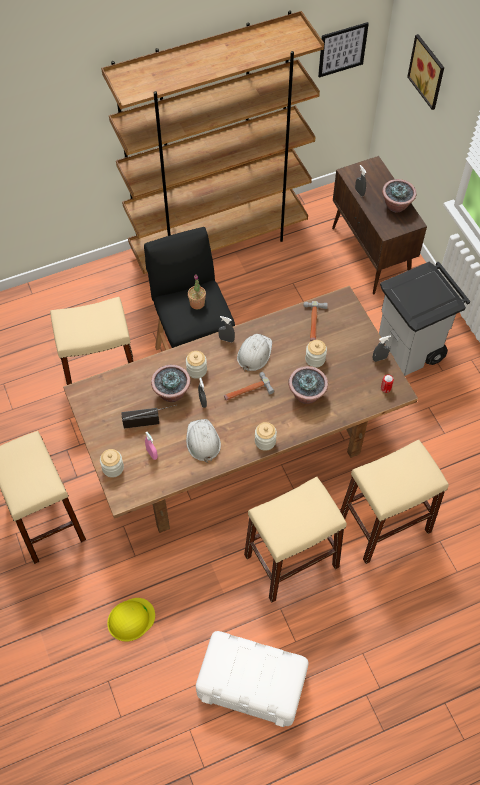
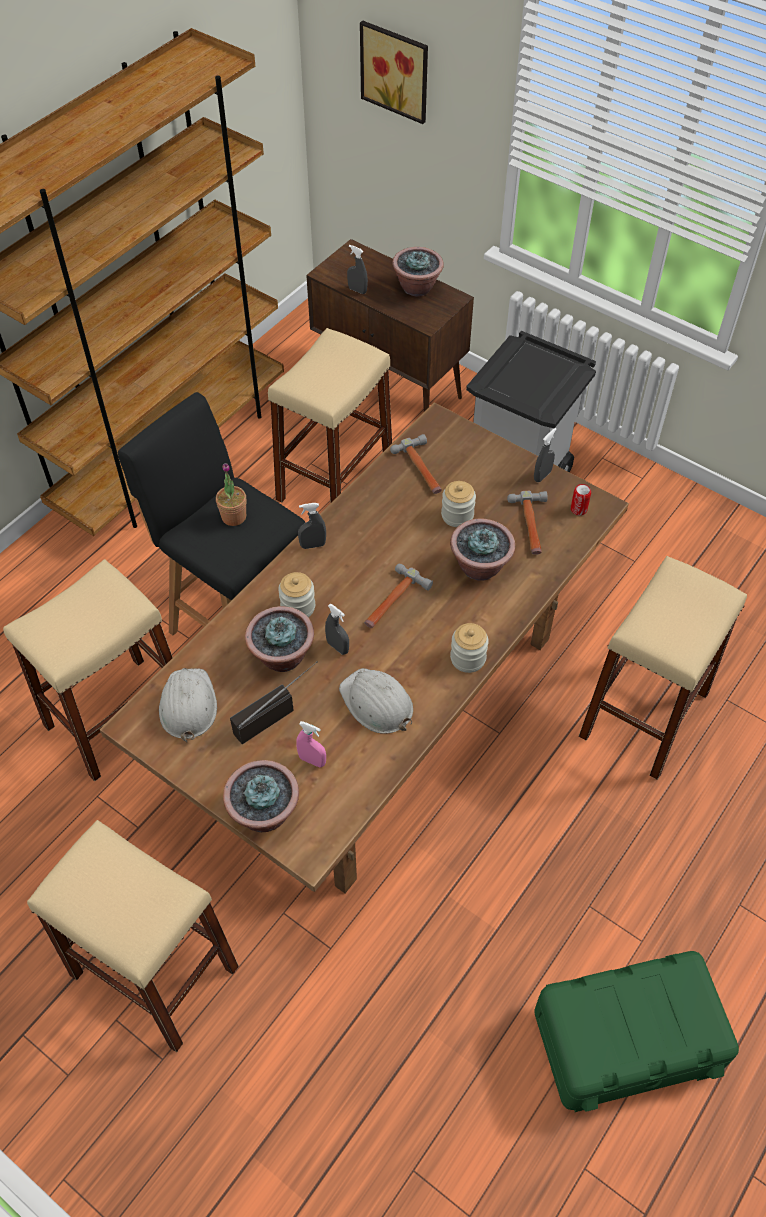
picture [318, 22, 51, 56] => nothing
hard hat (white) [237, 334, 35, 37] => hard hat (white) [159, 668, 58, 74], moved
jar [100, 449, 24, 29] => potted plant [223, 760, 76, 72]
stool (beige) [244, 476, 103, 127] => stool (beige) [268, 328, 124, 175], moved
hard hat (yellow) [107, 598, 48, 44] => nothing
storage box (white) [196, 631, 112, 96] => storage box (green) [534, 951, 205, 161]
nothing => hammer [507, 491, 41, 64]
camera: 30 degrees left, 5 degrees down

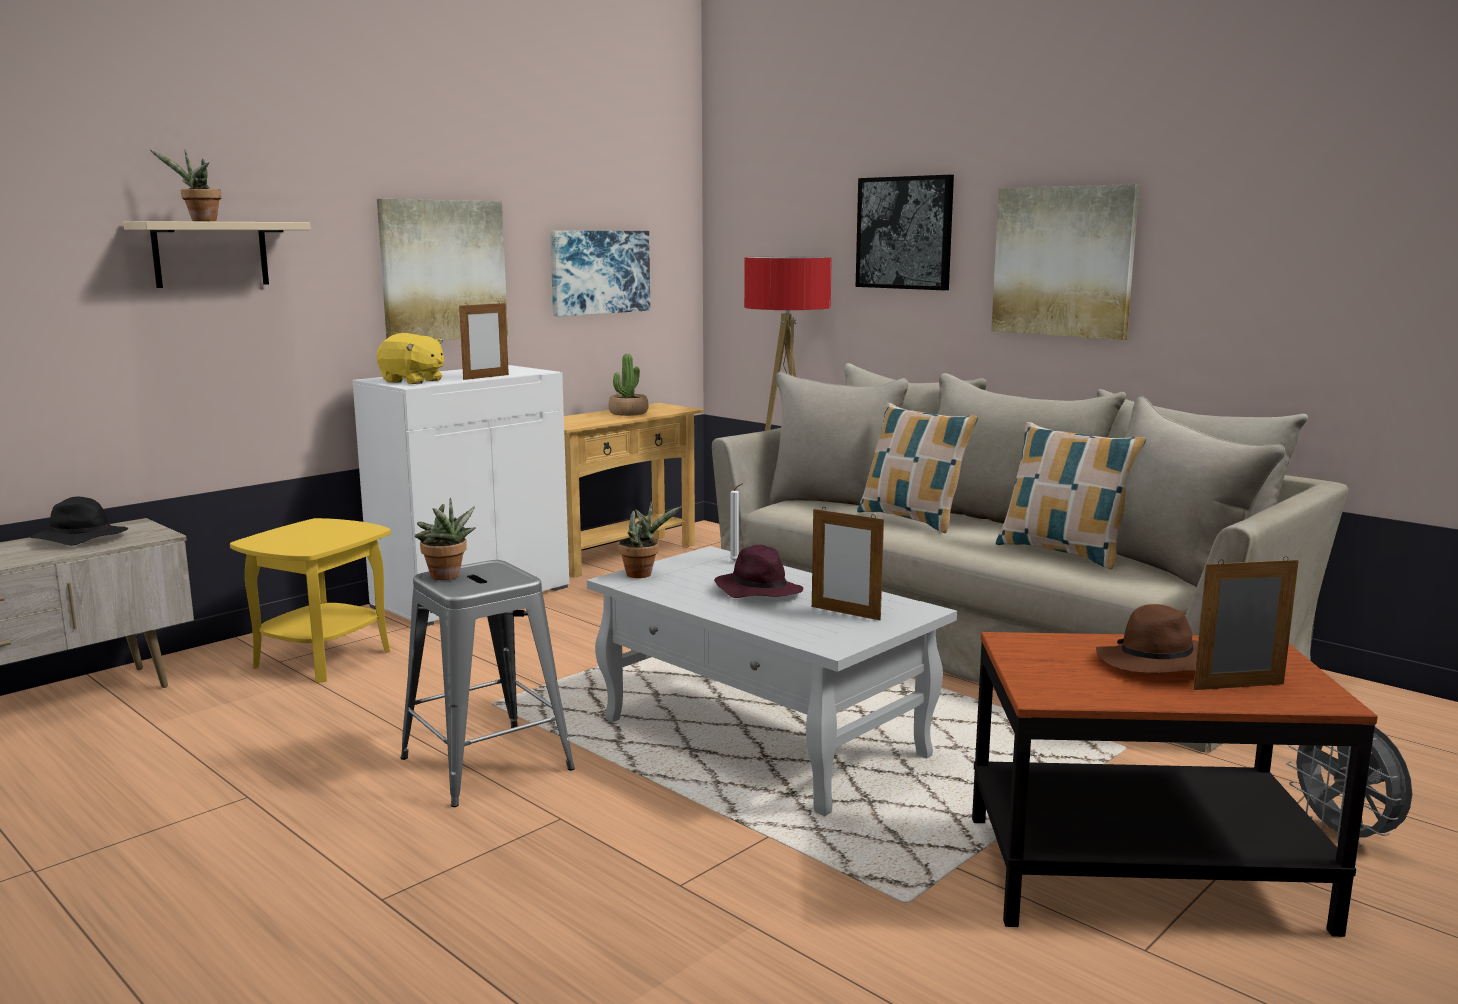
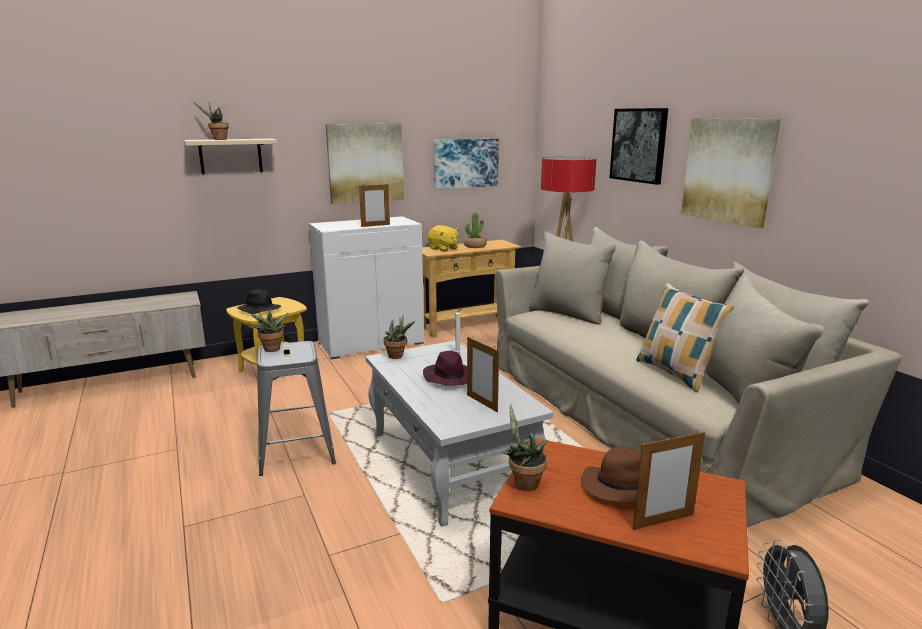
plush toy (yellow) [376, 333, 68, 51] => plush toy (yellow) [428, 225, 31, 26], moved
pillow [857, 403, 122, 130] => nothing
hat (black) [30, 497, 98, 49] => hat (black) [237, 289, 44, 26], moved
picture frame [1193, 556, 106, 134] => picture frame [633, 430, 72, 100], 150 degrees clockwise
nothing => potted plant [502, 404, 46, 87]
camera: 20 degrees right, 5 degrees up

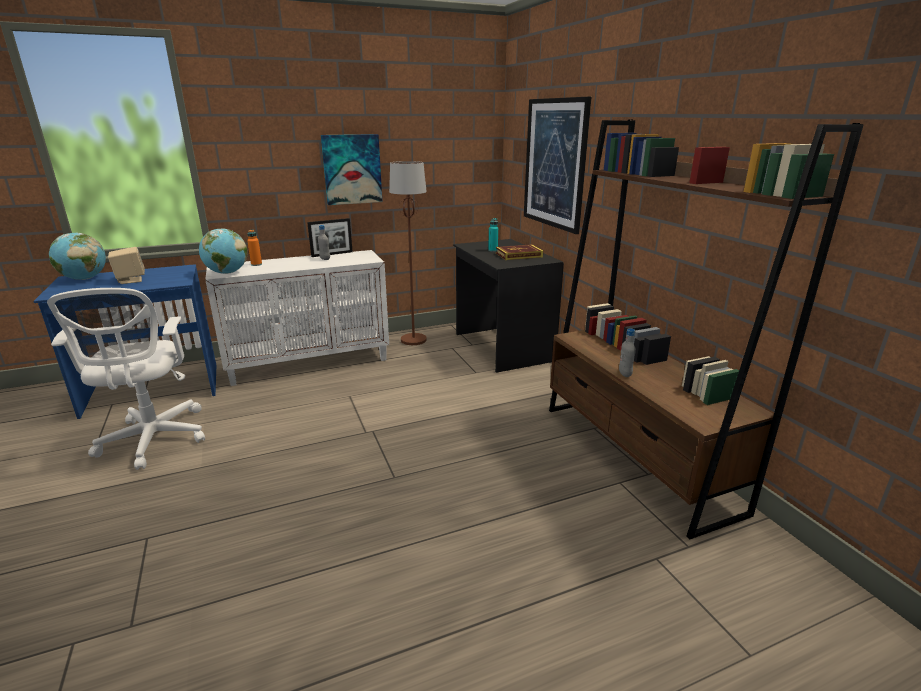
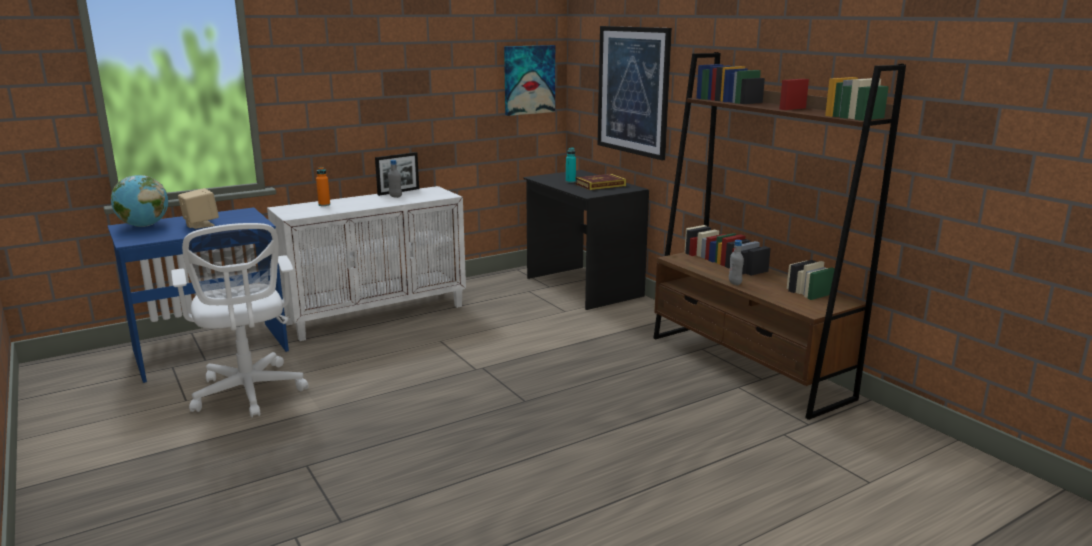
picture [321, 134, 61, 71] => picture [504, 45, 51, 71], moved
floor lamp (brown) [389, 161, 38, 184] => nothing
globe [199, 228, 48, 46] => nothing
camera: 10 degrees left, 5 degrees down

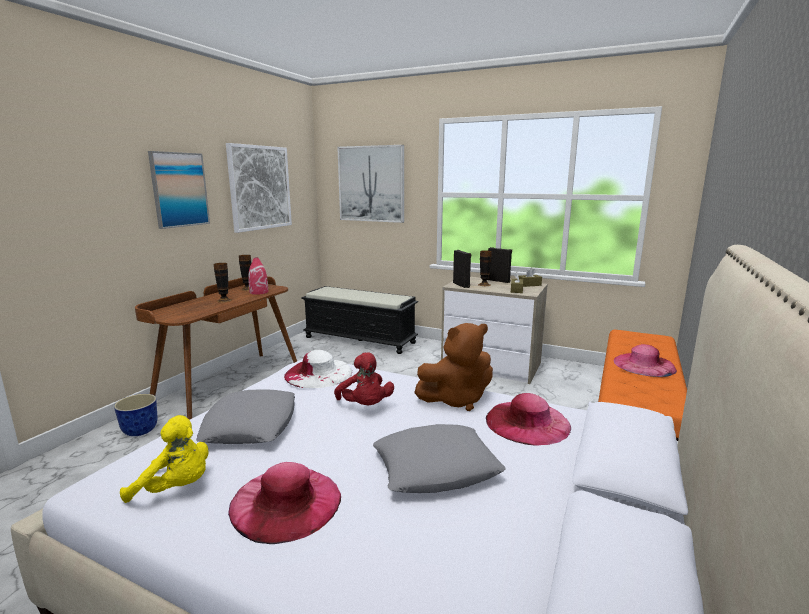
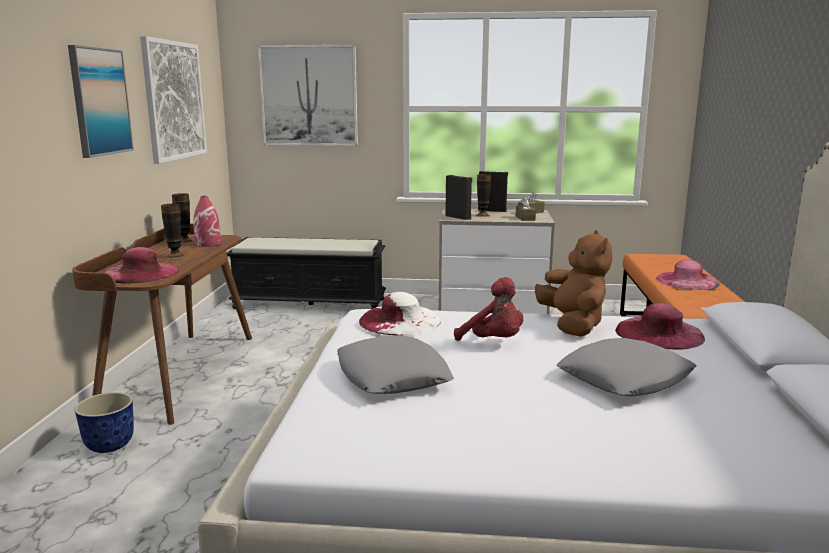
plush toy (brown) [414, 323, 79, 88] => plush toy (brown) [535, 230, 77, 107], 60 degrees counterclockwise
plush toy (yellow) [120, 415, 89, 88] => nothing
hat (pink) [228, 462, 113, 82] => hat (pink) [103, 247, 76, 36], moved
camera: 20 degrees left, 0 degrees up

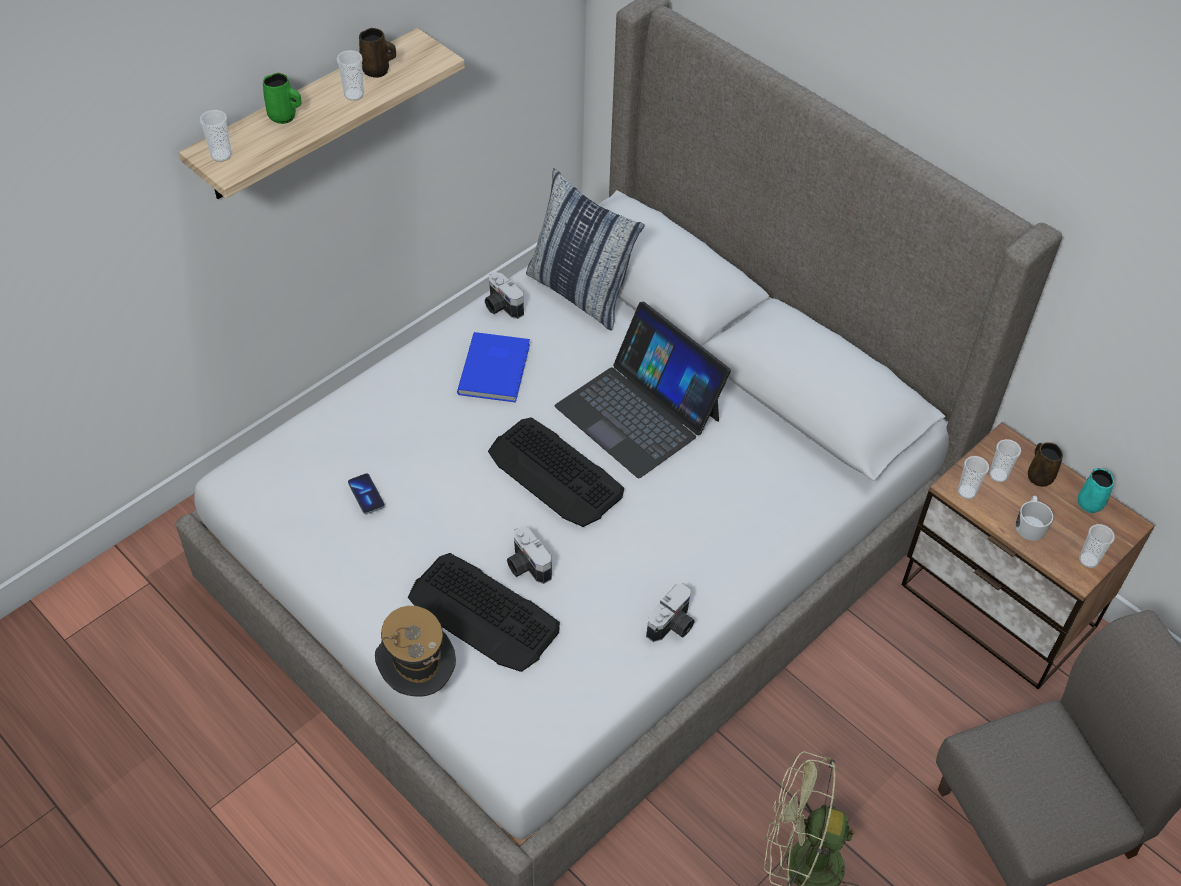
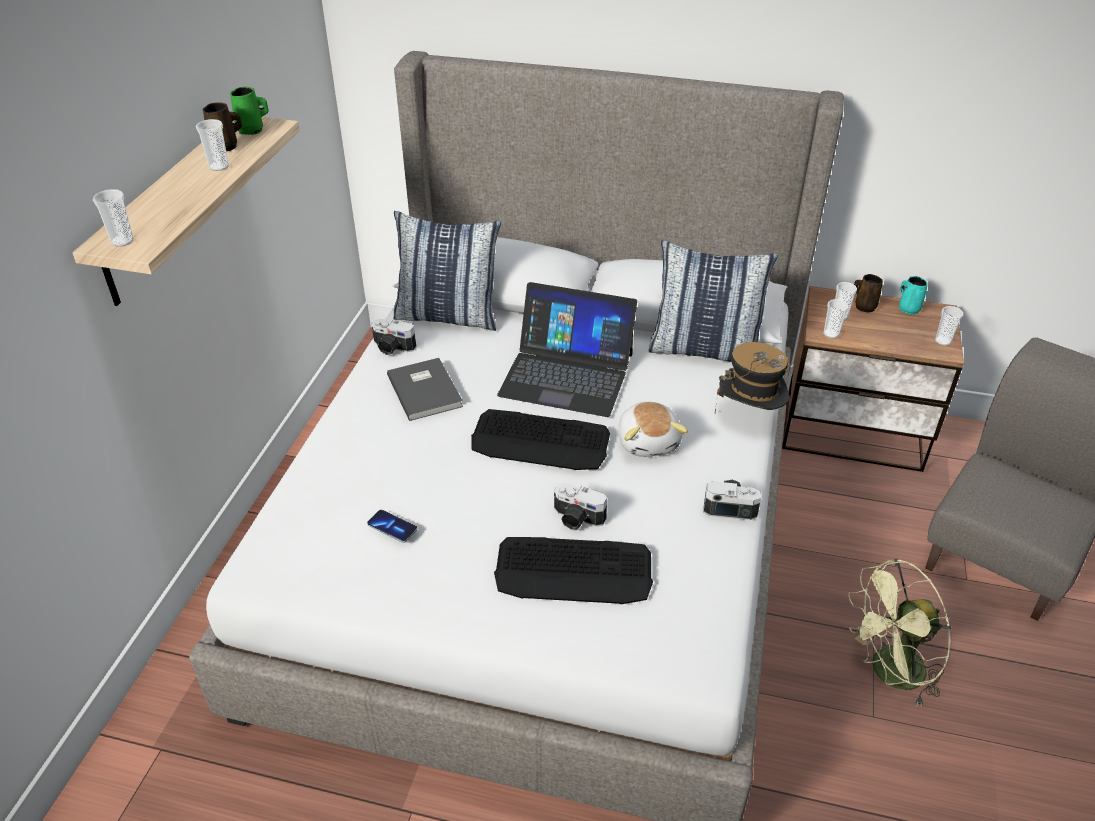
mug (green) [263, 73, 39, 51] => mug (green) [230, 87, 39, 48], moved
book (blue) [457, 332, 73, 70] => book (grey) [387, 358, 76, 63]
mug (white) [1015, 496, 38, 45] => nothing
photo camera [646, 583, 49, 59] => photo camera [704, 479, 57, 41], 90 degrees counterclockwise
hat [375, 606, 81, 91] => hat [715, 342, 77, 71], moved
nothing => pillow [649, 240, 129, 122]
nothing => plush toy [618, 402, 70, 55]
camera: 30 degrees left, 10 degrees down

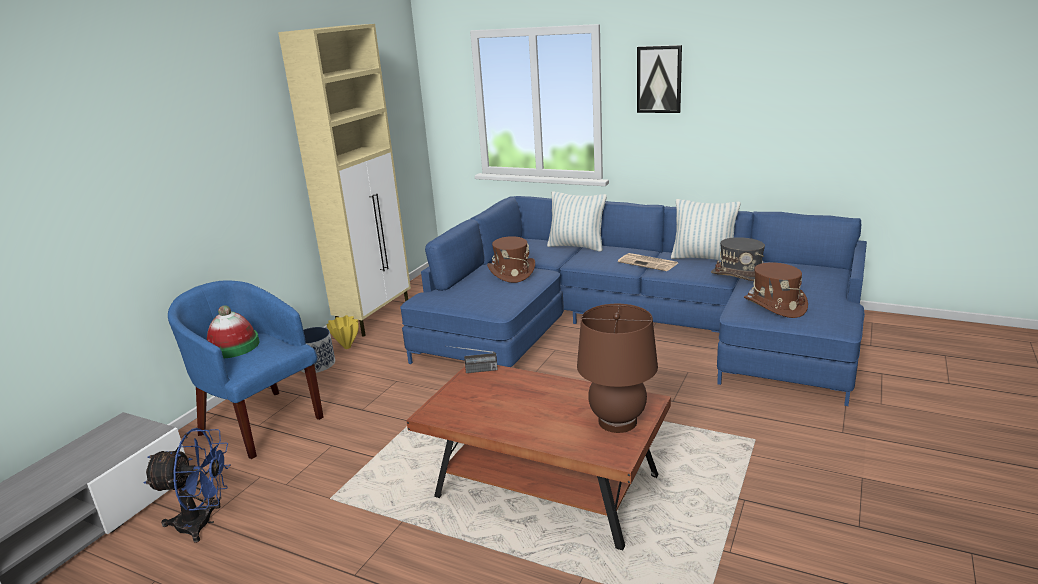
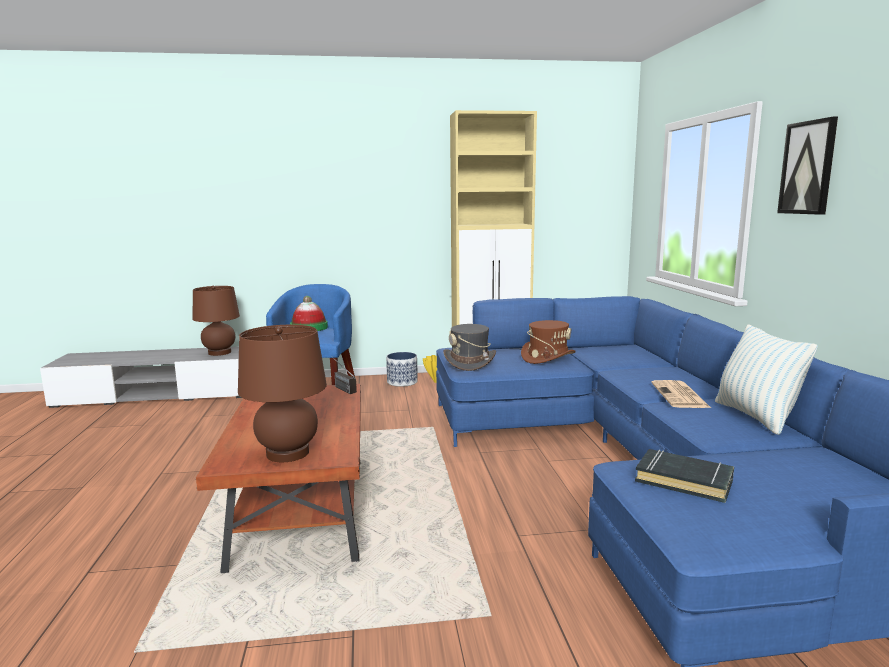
pillow [547, 191, 60, 61] => nothing
hat (grey) [711, 237, 54, 44] => hat (grey) [444, 324, 52, 47], moved
hat (brown) [744, 262, 64, 56] => book (black) [635, 449, 99, 54]
fan (blue) [143, 428, 87, 115] => nothing
nothing => table lamp (brown) [192, 286, 48, 70]
camera: 55 degrees right, 10 degrees down

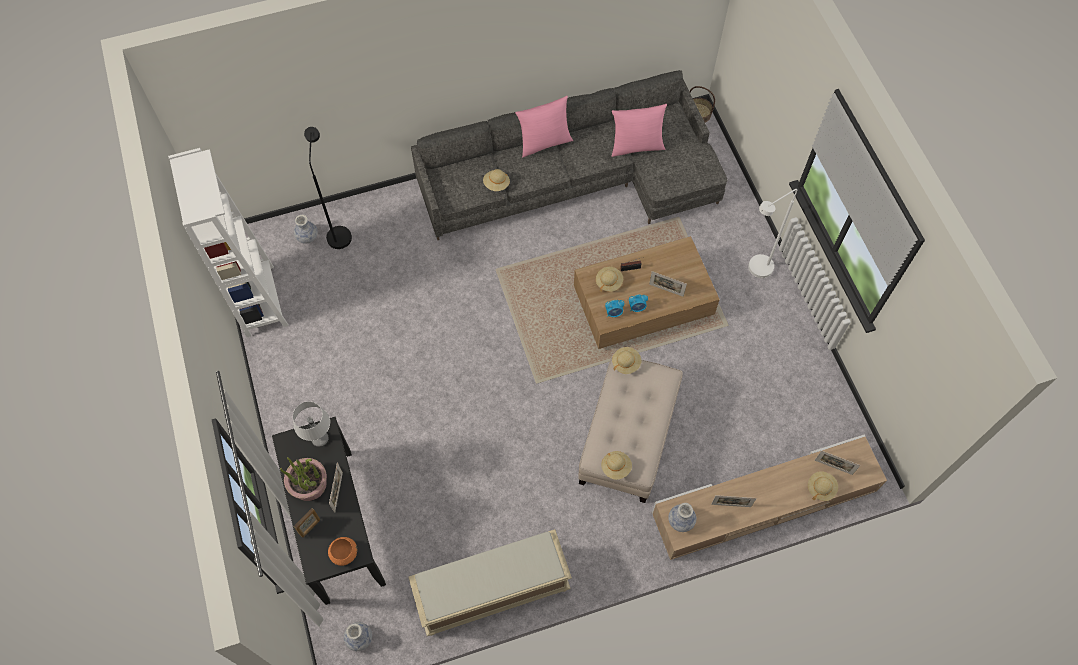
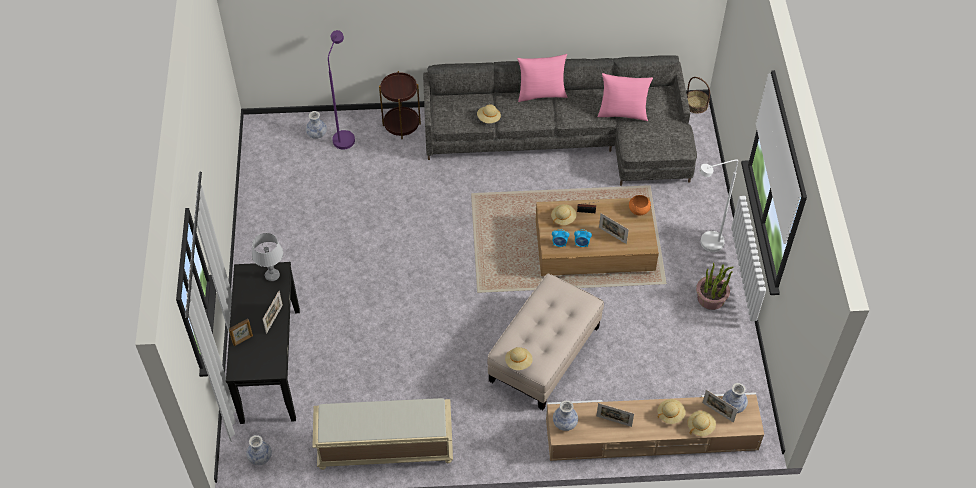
floor lamp (black) [304, 127, 48, 122] => floor lamp (purple) [328, 30, 27, 120]
bookcase (white) [168, 148, 120, 189] => nothing
hat (beige) [612, 347, 29, 27] => hat (beige) [657, 399, 29, 25], moved
potted plant [280, 457, 47, 44] => potted plant [696, 263, 38, 47], moved
bowl (orange) [328, 537, 29, 29] => bowl (orange) [629, 195, 22, 20], moved
nothing => side table (brown) [379, 71, 42, 68]
nothing => vase [722, 383, 26, 30]
camera: 15 degrees right, 10 degrees down

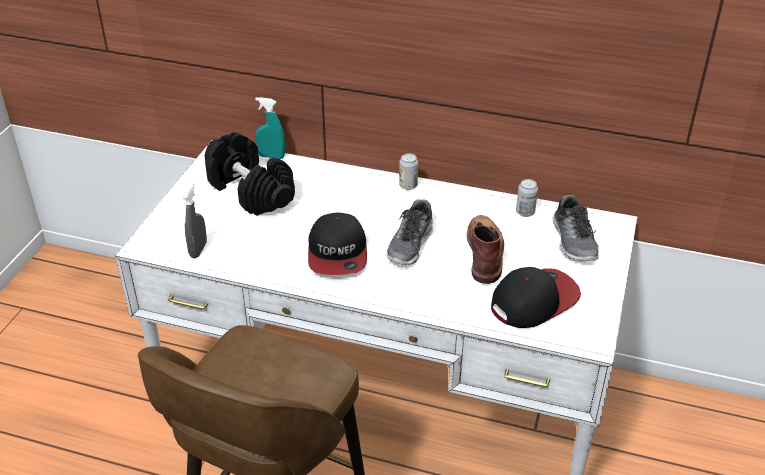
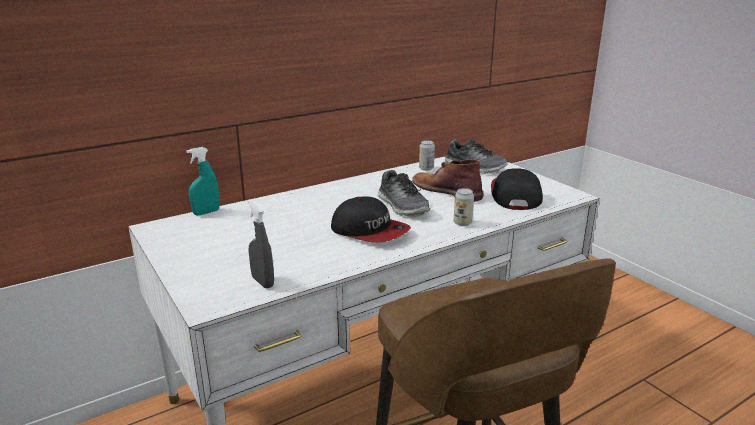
dumbbell (black) [205, 132, 90, 84] => nothing
can [399, 153, 19, 37] => can [454, 188, 20, 38], moved
camera: 50 degrees left, 15 degrees down

